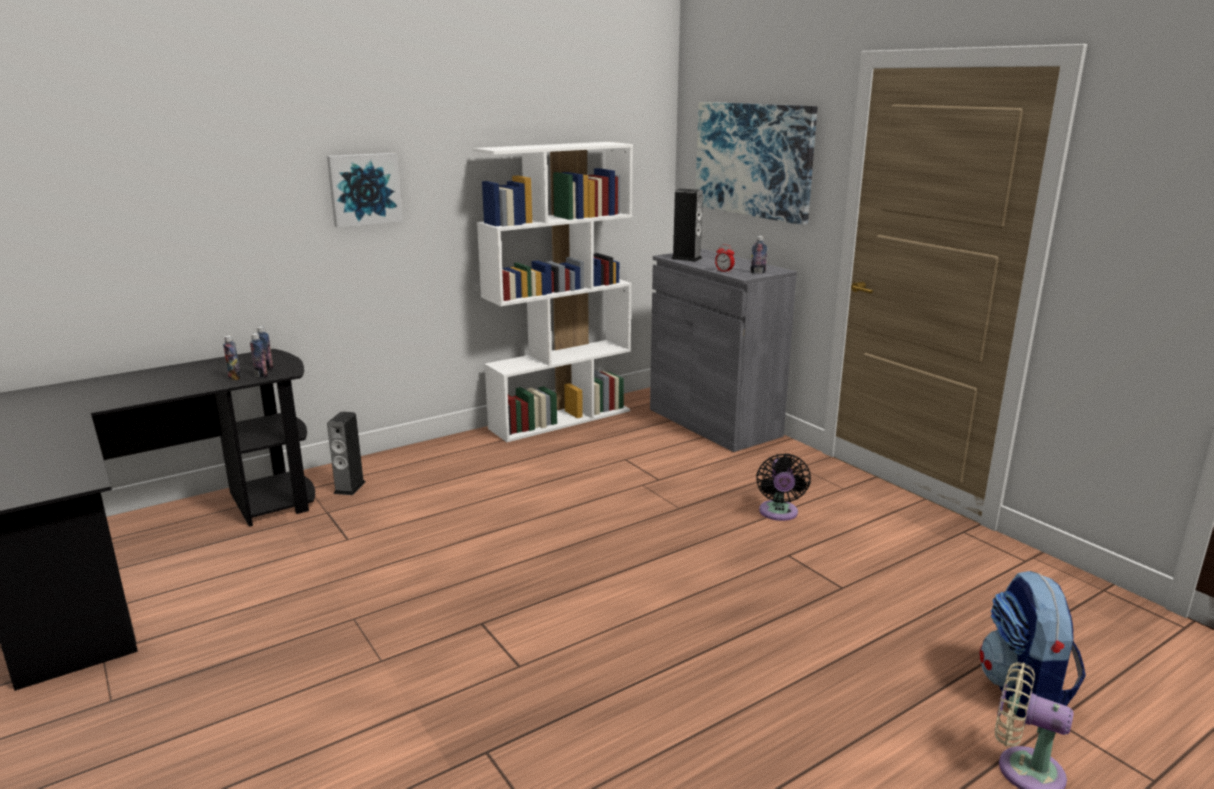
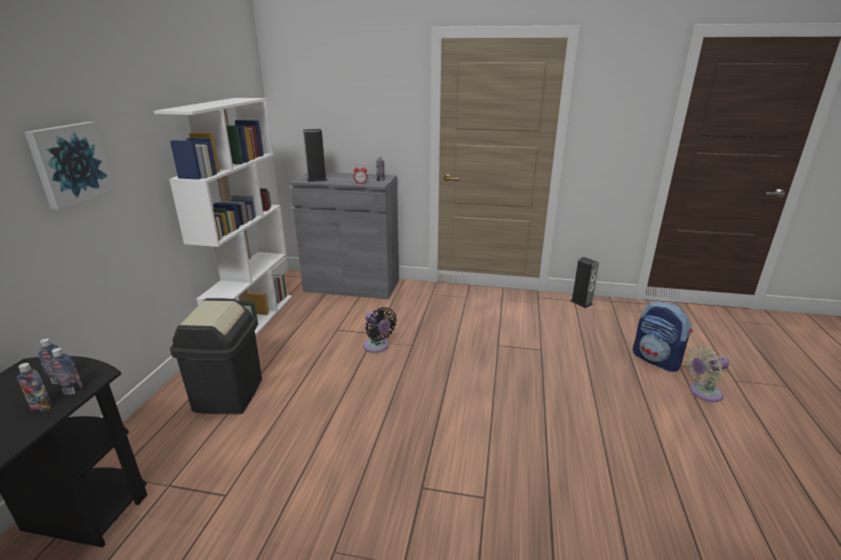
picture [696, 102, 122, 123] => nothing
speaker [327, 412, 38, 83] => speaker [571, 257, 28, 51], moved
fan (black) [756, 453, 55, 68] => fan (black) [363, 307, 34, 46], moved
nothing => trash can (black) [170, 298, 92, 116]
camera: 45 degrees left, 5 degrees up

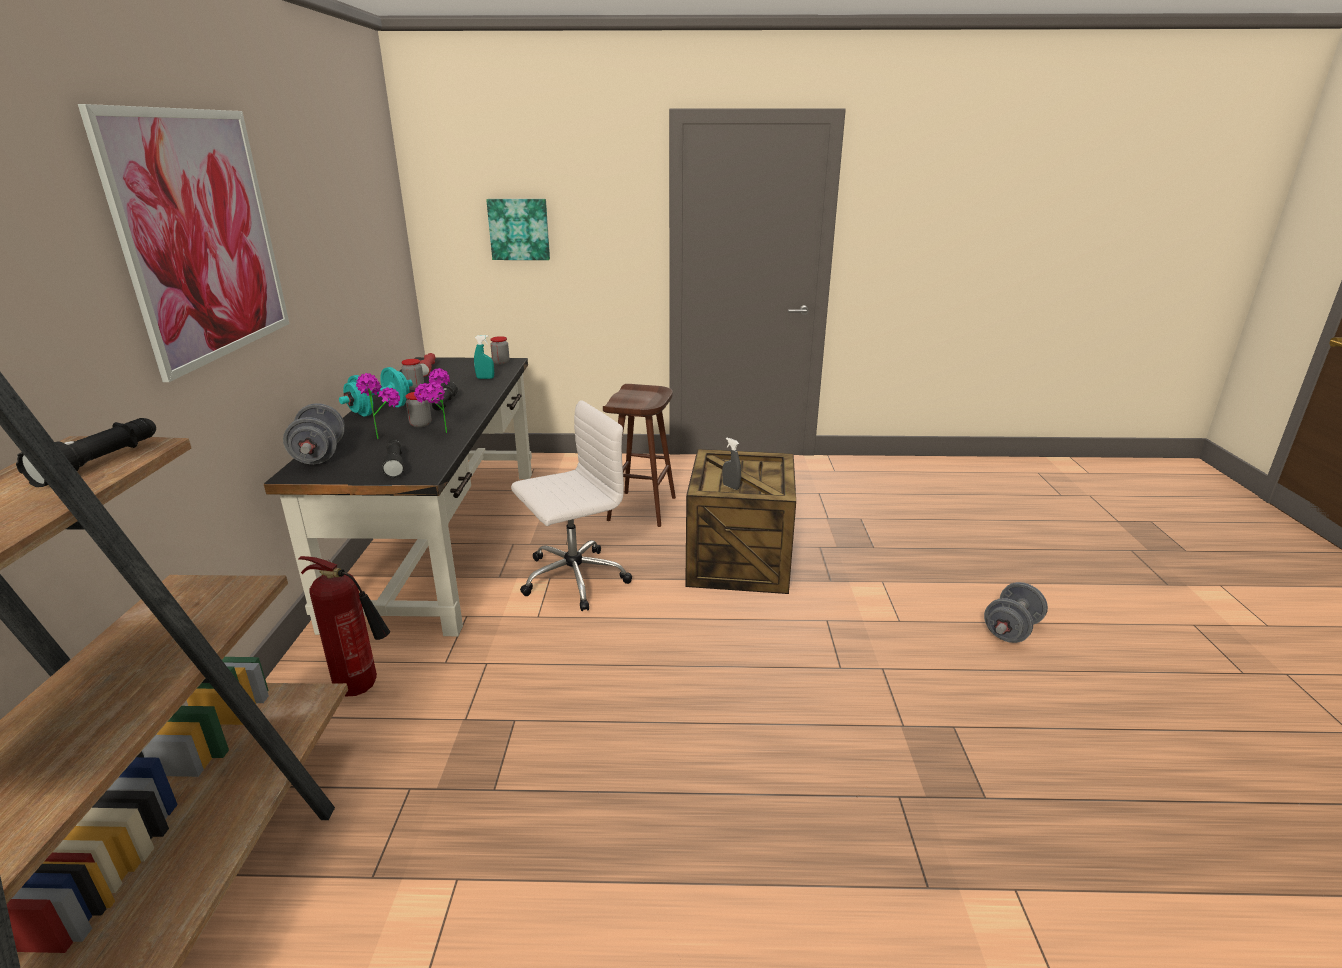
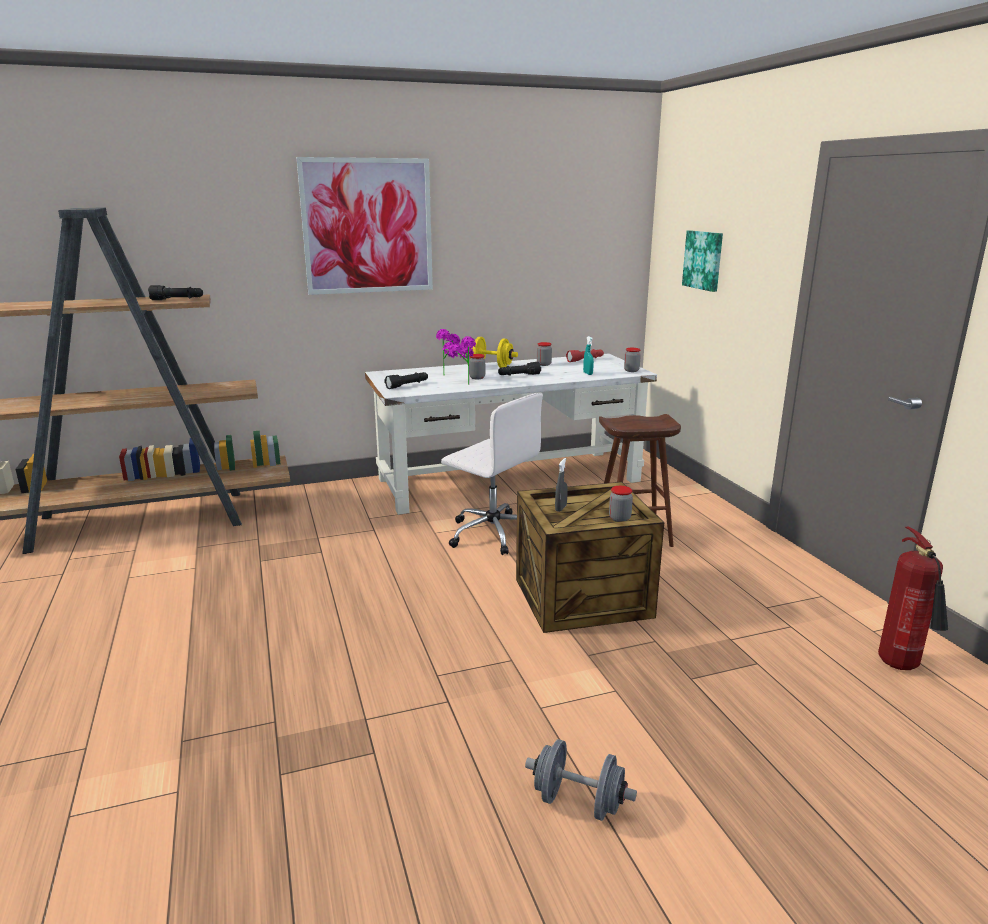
desk (black) [264, 357, 268, 279] => desk (white) [365, 353, 292, 162]
dumbbell (turquoise) [339, 367, 74, 49] => dumbbell (yellow) [469, 337, 49, 31]
dumbbell (grey) [283, 403, 62, 61] => nothing
fire extinguisher [298, 556, 92, 141] => fire extinguisher [878, 526, 70, 144], moved
nothing => jar [609, 486, 24, 36]
camera: 70 degrees right, 5 degrees down

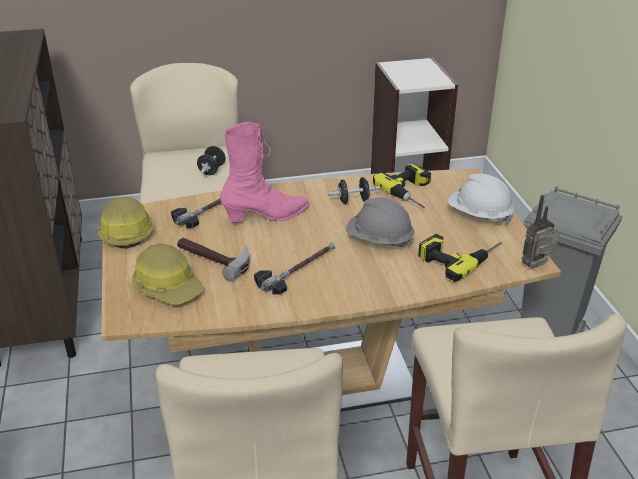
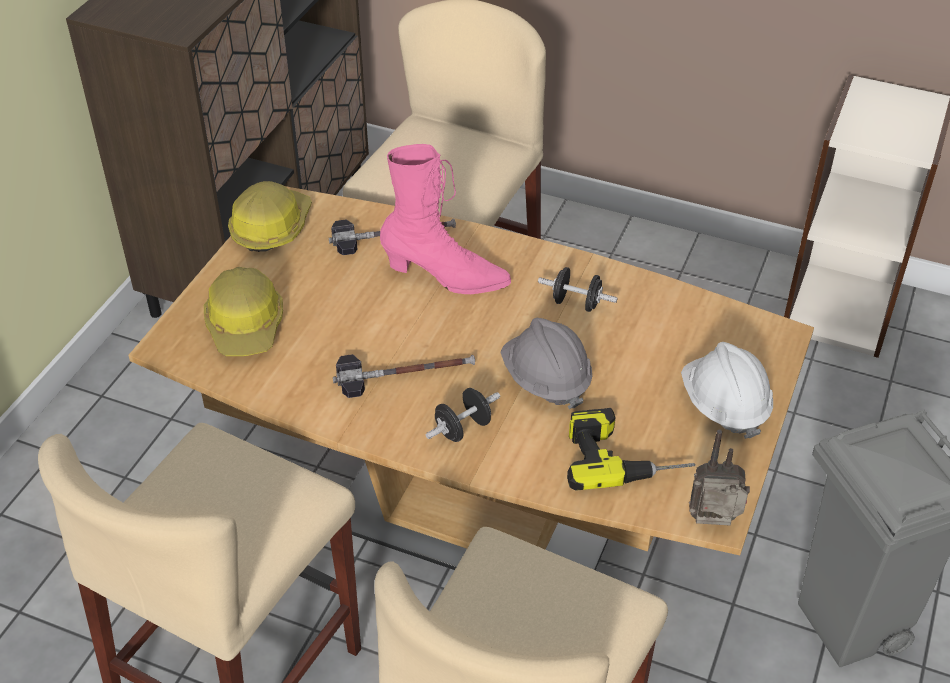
dumbbell (black) [197, 146, 29, 29] => dumbbell (black) [426, 388, 74, 54], moved
power drill [373, 163, 58, 45] => nothing
hammer [177, 238, 73, 44] => nothing
camera: 35 degrees right, 10 degrees up

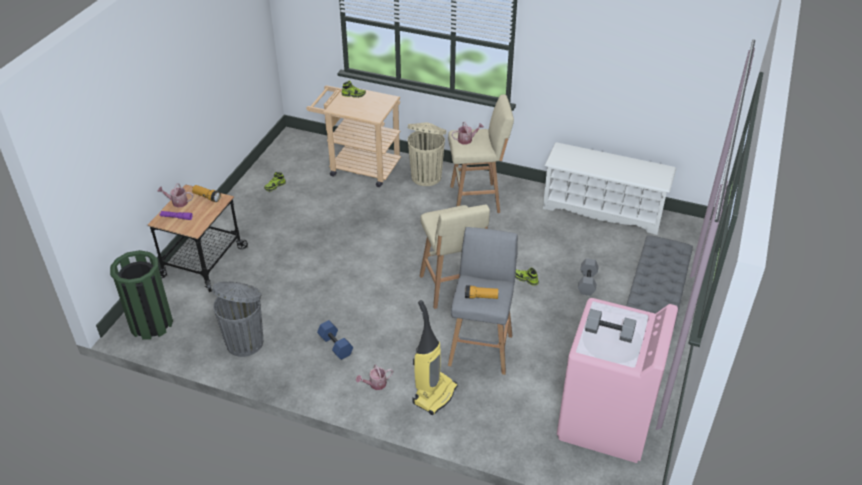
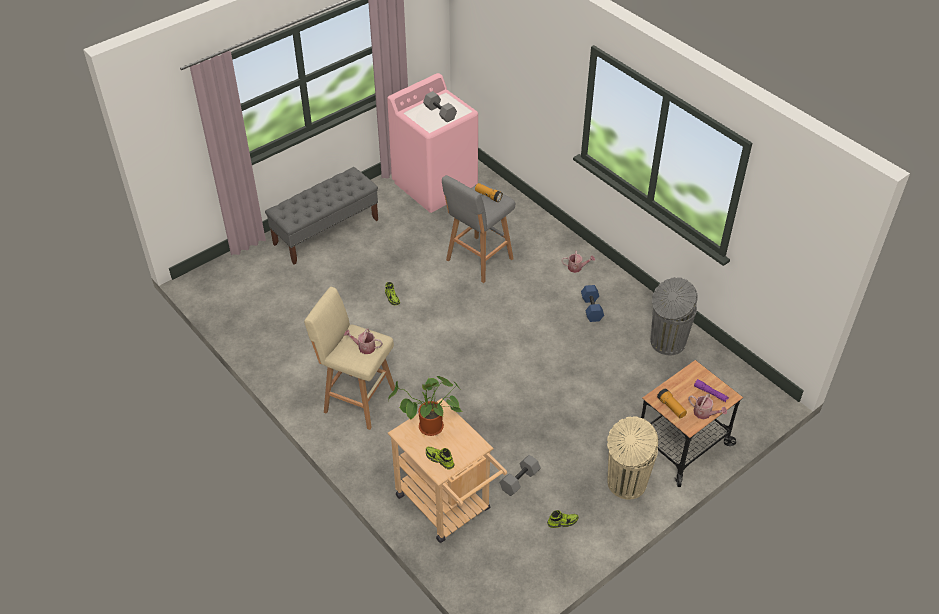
trash can (beige) [408, 122, 39, 64] => trash can (beige) [607, 416, 51, 83], moved
shoe rack (white) [543, 143, 134, 92] => nothing
stool (beige) [420, 205, 70, 104] => nothing
trash can (green) [110, 250, 63, 89] => nothing
dumbbell (grey) [578, 258, 21, 38] => dumbbell (grey) [499, 455, 42, 41], moved
vacuum cleaner [413, 300, 45, 115] => nothing
nothing => potted plant [388, 376, 74, 60]
camera: 150 degrees left, 5 degrees up

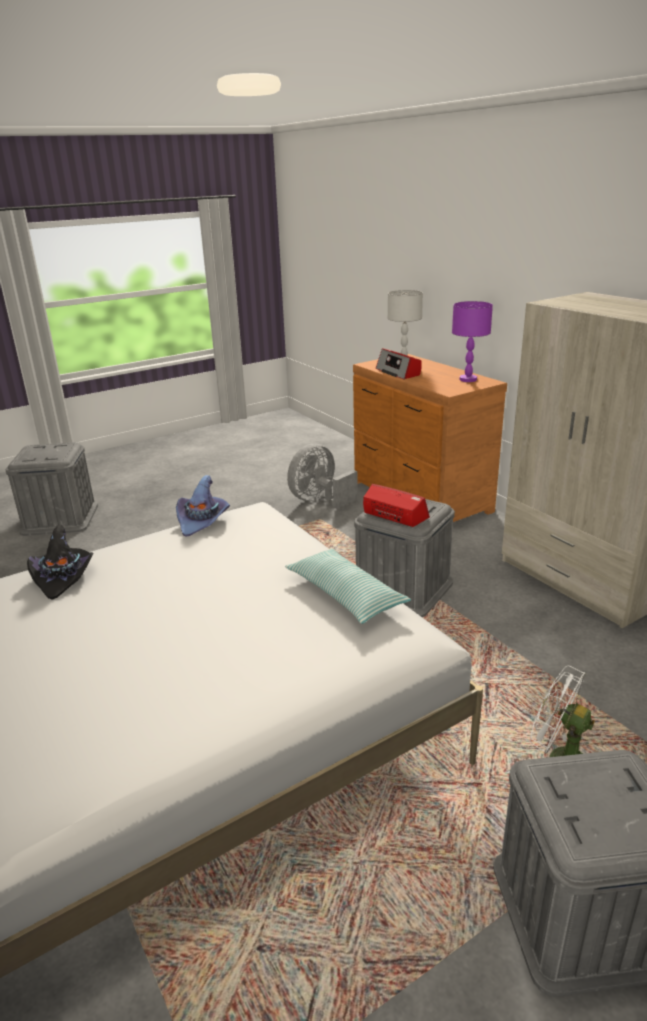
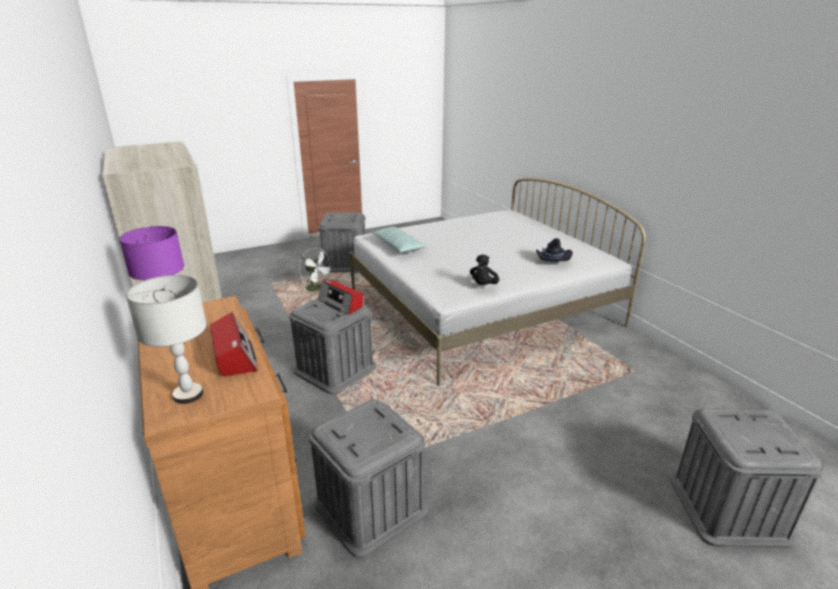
fan (grey) [287, 444, 71, 65] => storage box (grey) [309, 399, 119, 159]
hat (purple) [176, 475, 54, 62] => plush toy (black) [470, 254, 29, 31]
camera: 175 degrees left, 0 degrees up

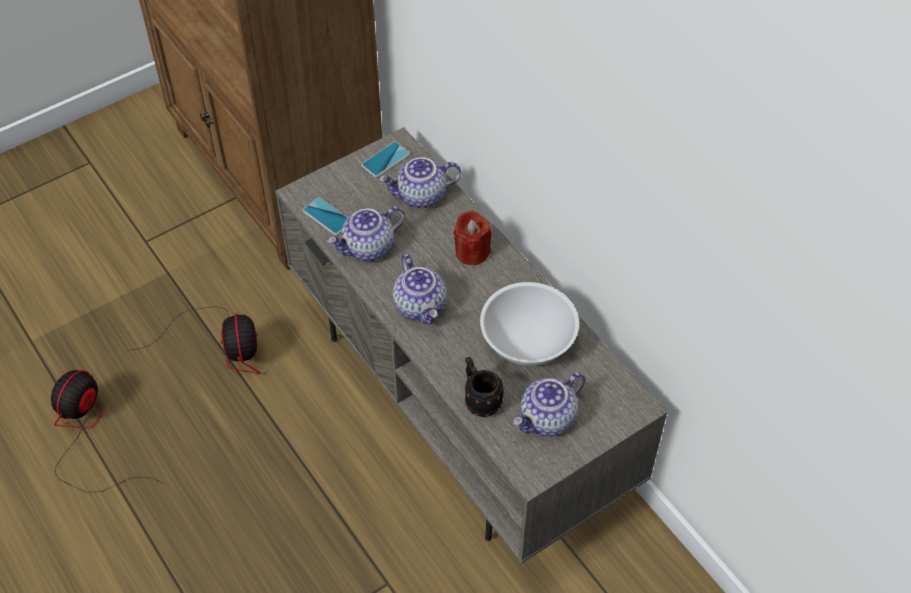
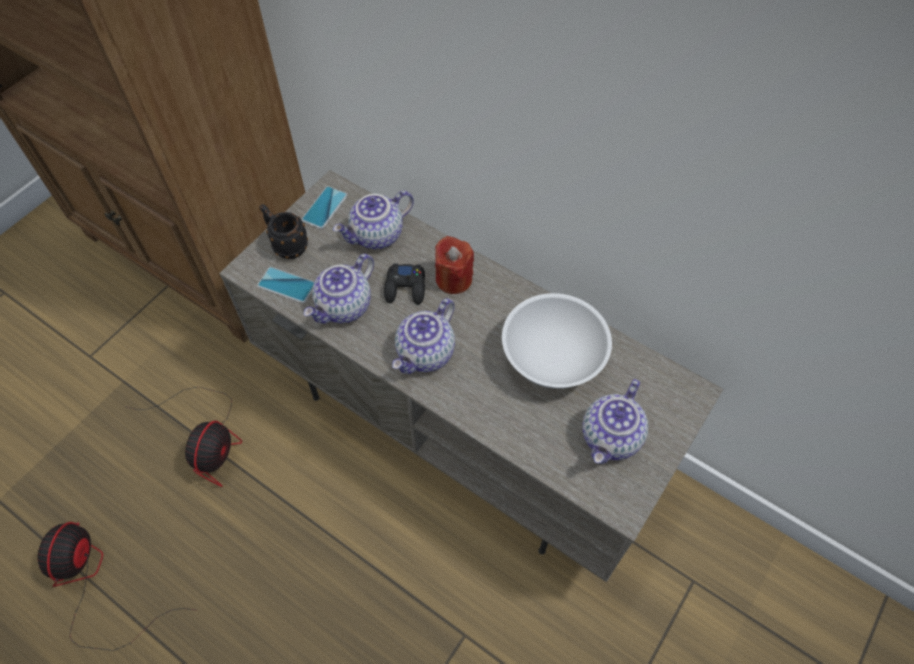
teapot [393, 254, 53, 71] => teapot [392, 298, 63, 76], 75 degrees clockwise
fan [132, 306, 129, 68] => fan [125, 387, 117, 100], 45 degrees clockwise
mug (black) [465, 357, 39, 60] => mug (black) [260, 204, 48, 55], moved
nothing => game controller (black) [384, 264, 41, 41]
camera: 20 degrees left, 5 degrees up

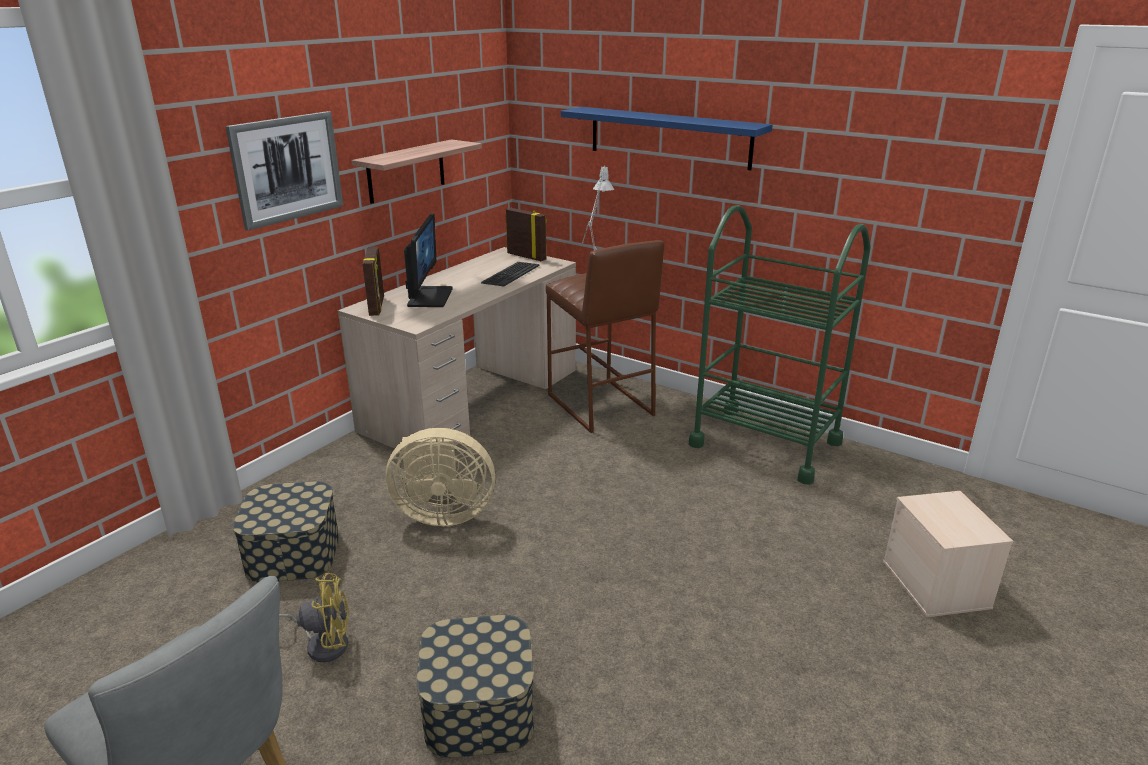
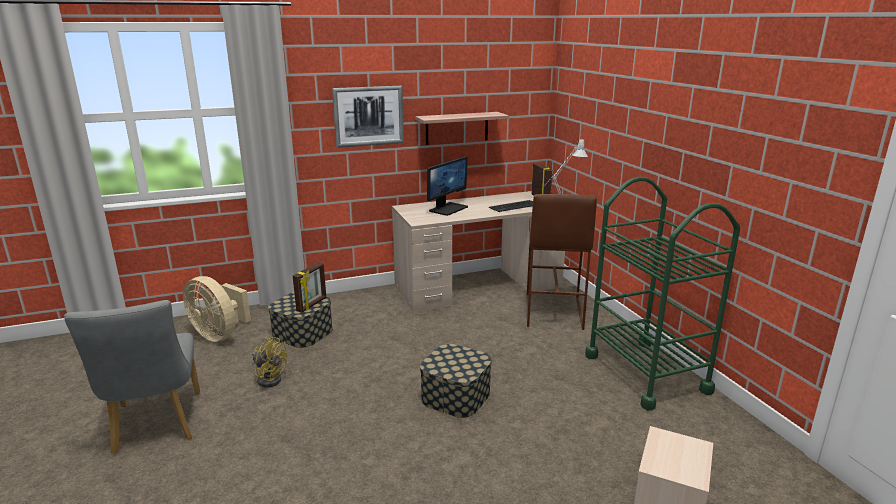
shelf (blue) [561, 107, 212, 63] => nothing
picture frame [363, 247, 21, 69] => picture frame [293, 262, 33, 51], moved
fan (beige) [386, 428, 109, 98] => fan (beige) [183, 276, 68, 66], moved
storage box [416, 615, 118, 143] => storage box [420, 344, 72, 74], moved
camera: 35 degrees right, 5 degrees down

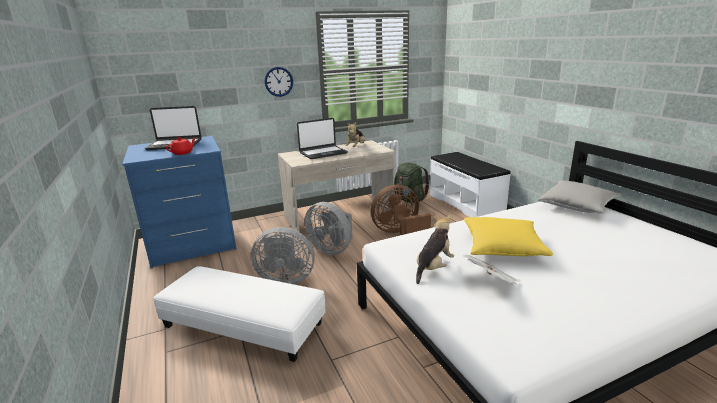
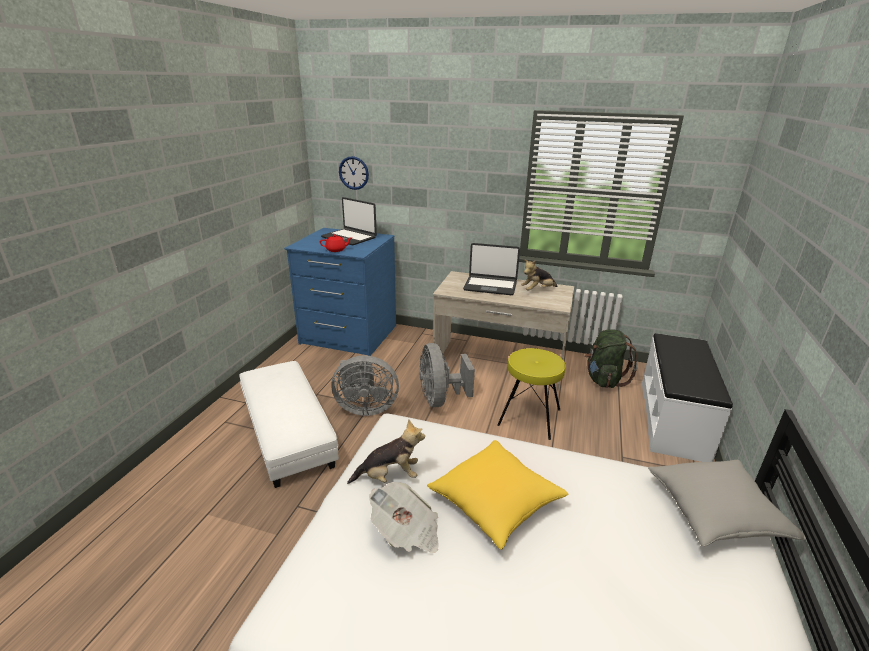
wall clock [265, 67, 28, 30] => wall clock [339, 156, 30, 34], moved
fan (brown) [371, 185, 60, 50] => stool (yellow) [497, 348, 69, 92]
fan (grey) [251, 227, 64, 58] => fan (grey) [332, 355, 67, 61], 45 degrees counterclockwise
camera: 40 degrees right, 5 degrees up

